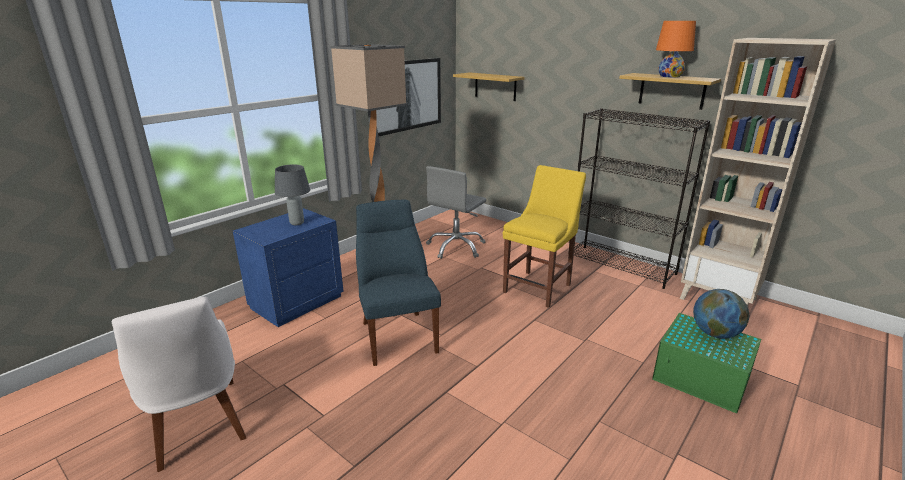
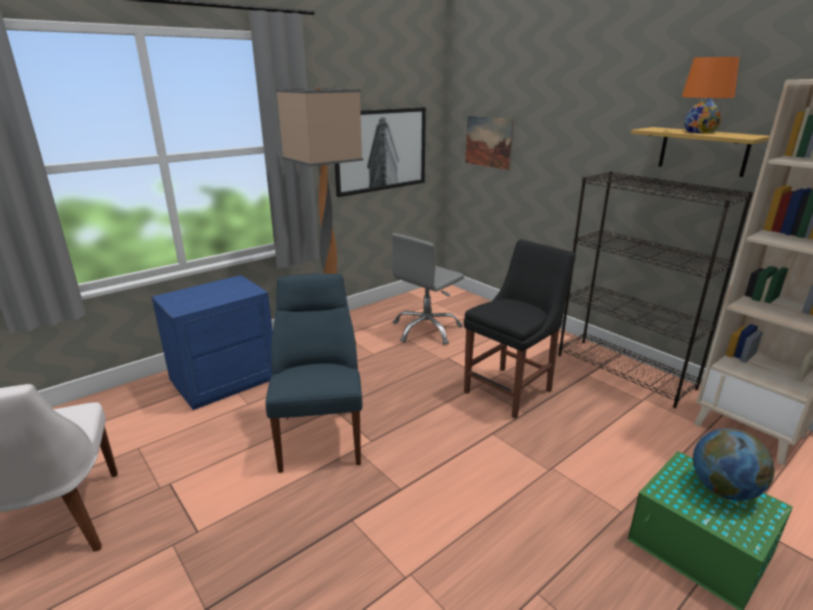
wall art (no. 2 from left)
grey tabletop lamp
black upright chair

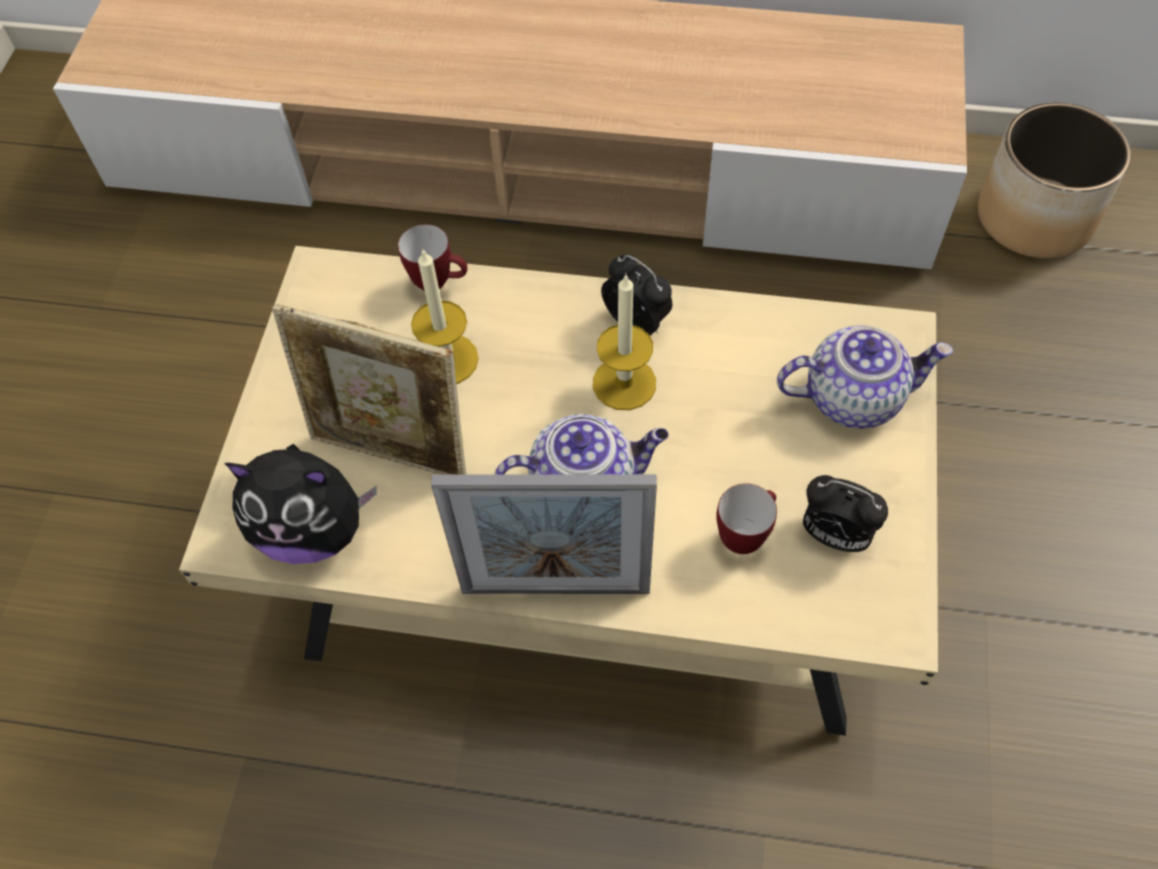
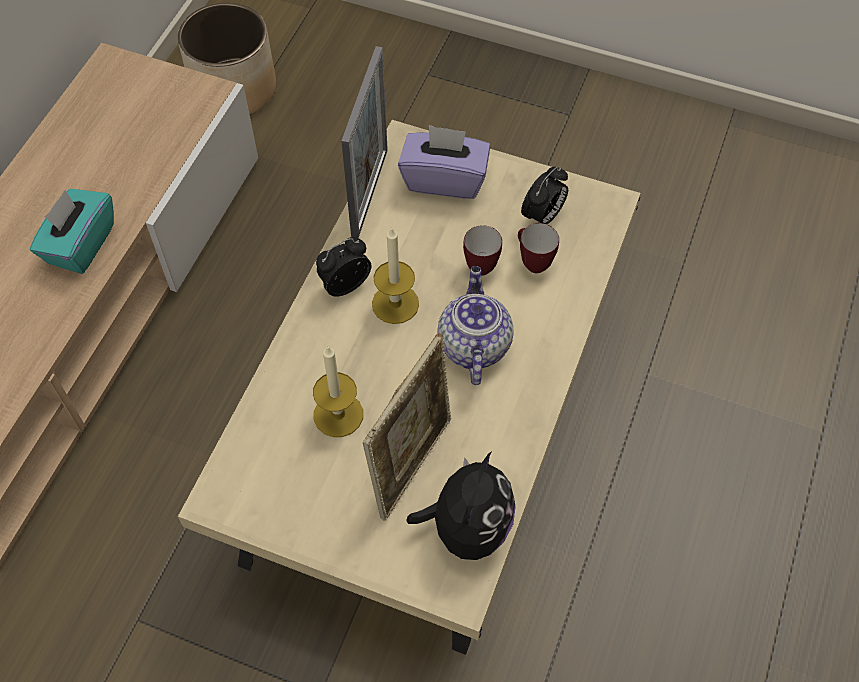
coffee mug (no. 1 from left)
purplish tissue holder
standing frame (no. 1 from left)
blue-green tissue holder

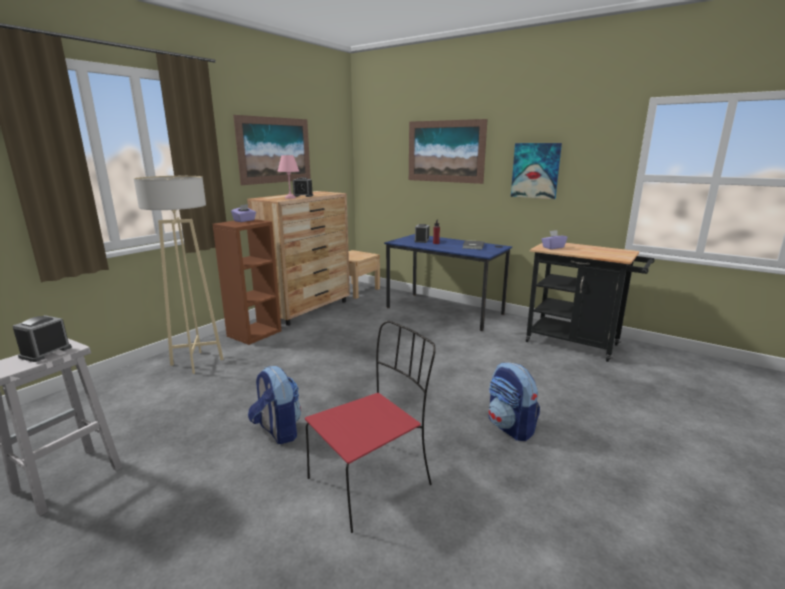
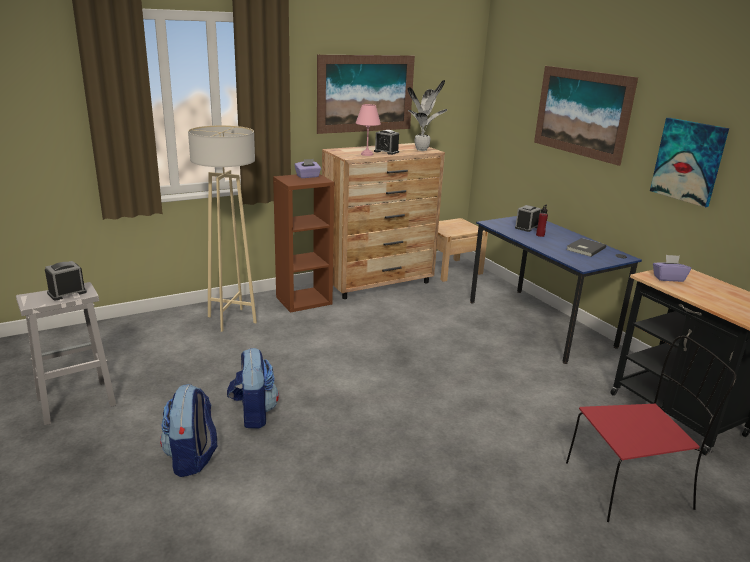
red-coloured upright chair
rucksack (no. 1 from left)
houseplant

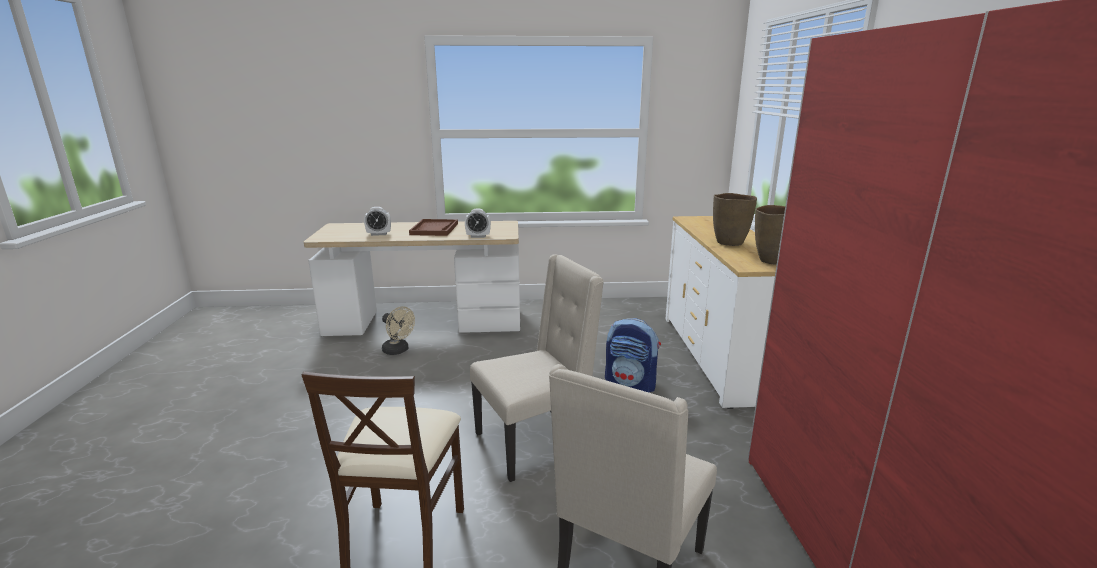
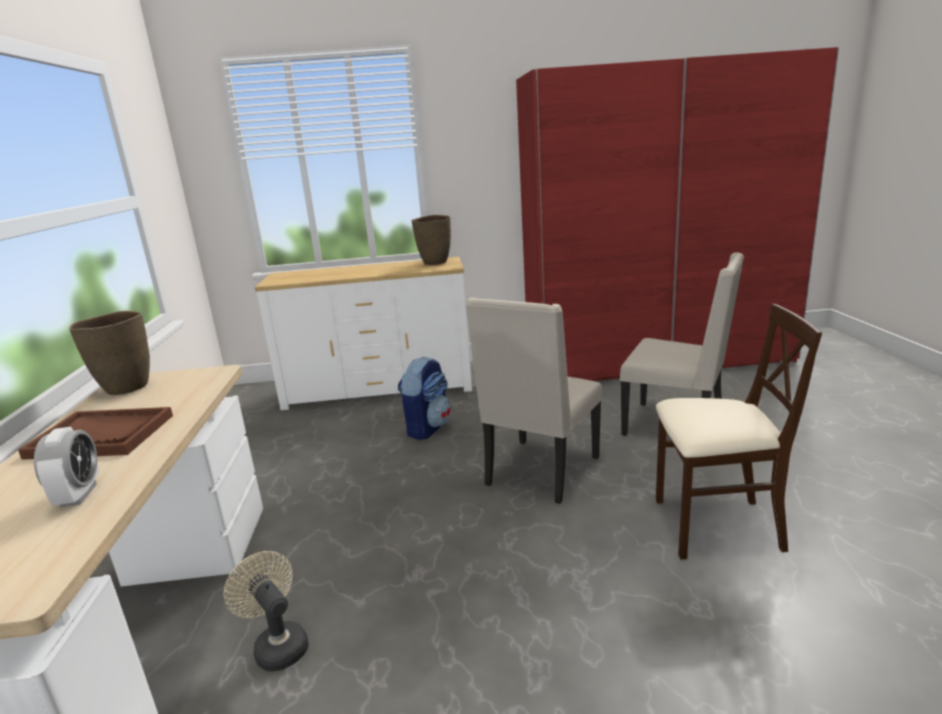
brownish flower vase (no. 1 from left)
bedside clock (no. 2 from left in the first image)
beige upright chair (no. 1 from left)
beige electric fan

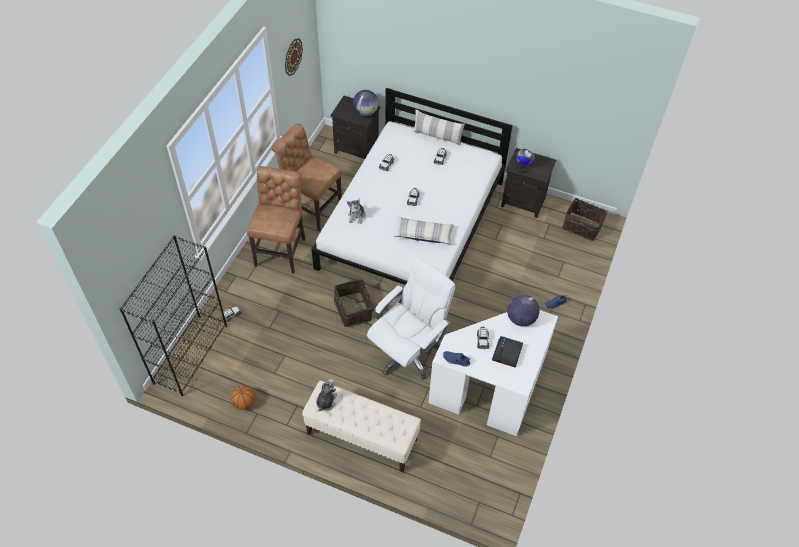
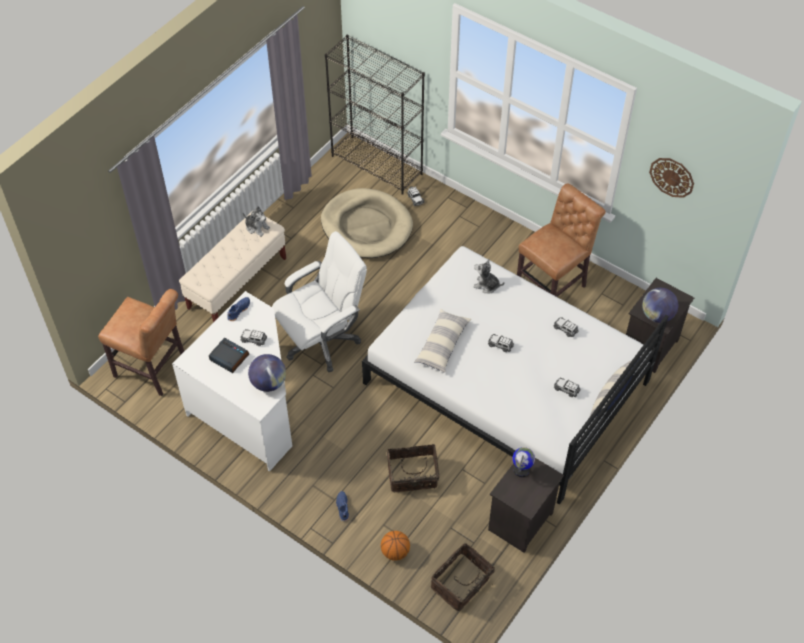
brownish upright chair (no. 1 from left)
white-coloured computer chair
basket (no. 1 from left)
basketball
beige dog bed

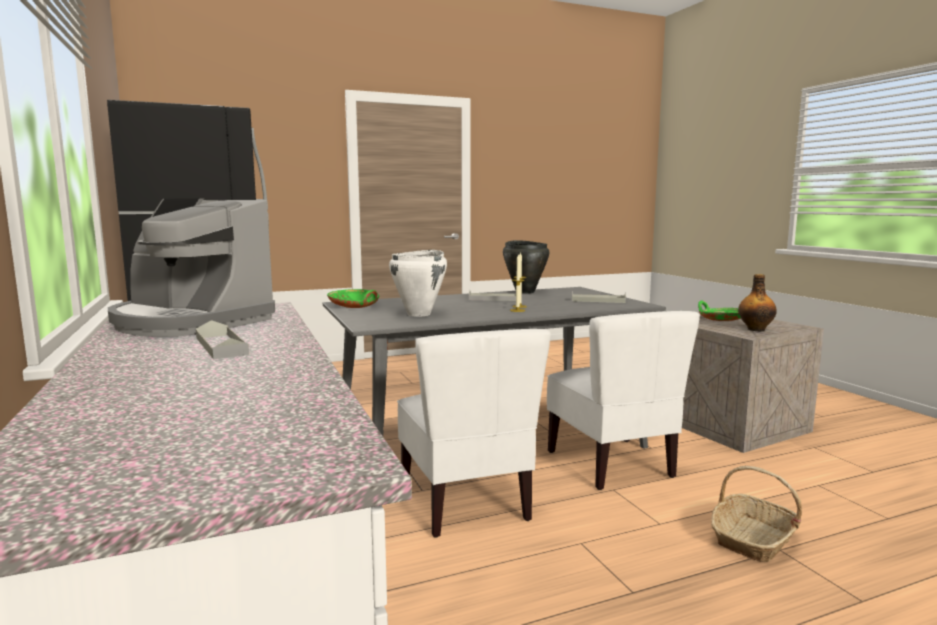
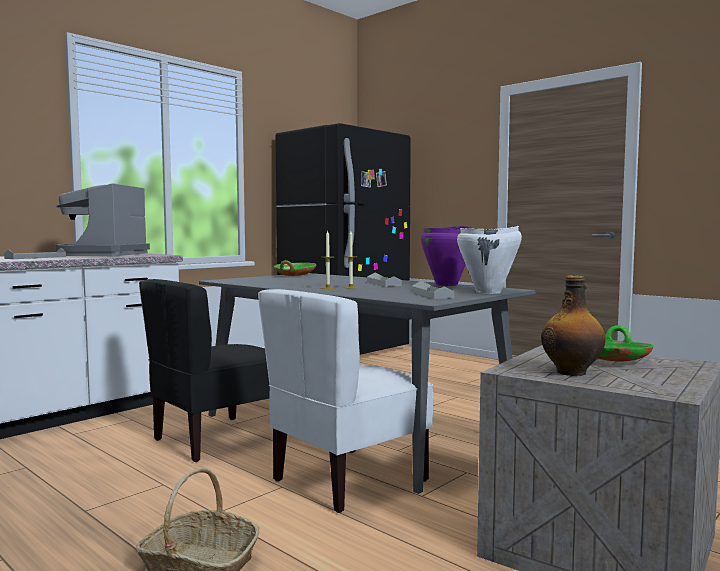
purplish saucepot
white-coloured saucepot
black upright chair

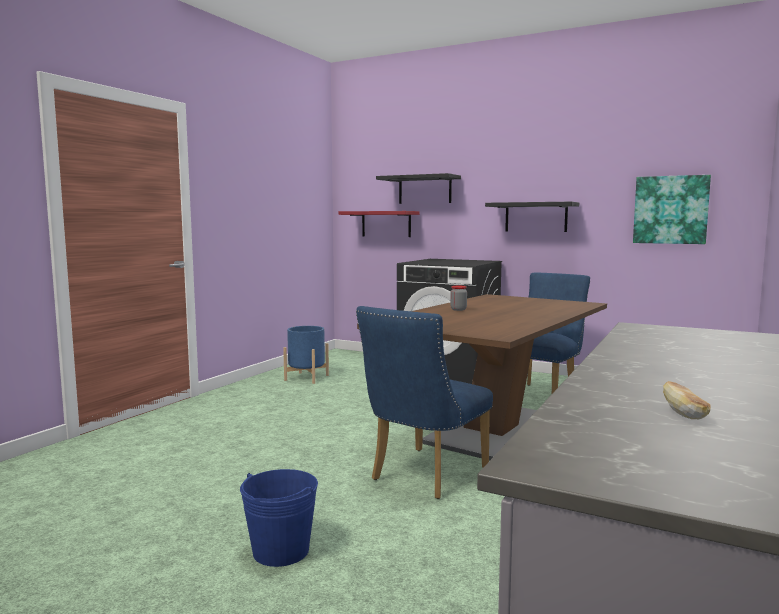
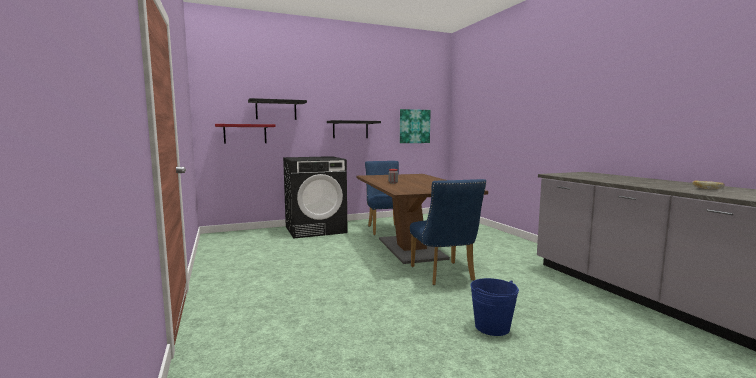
bluish planter

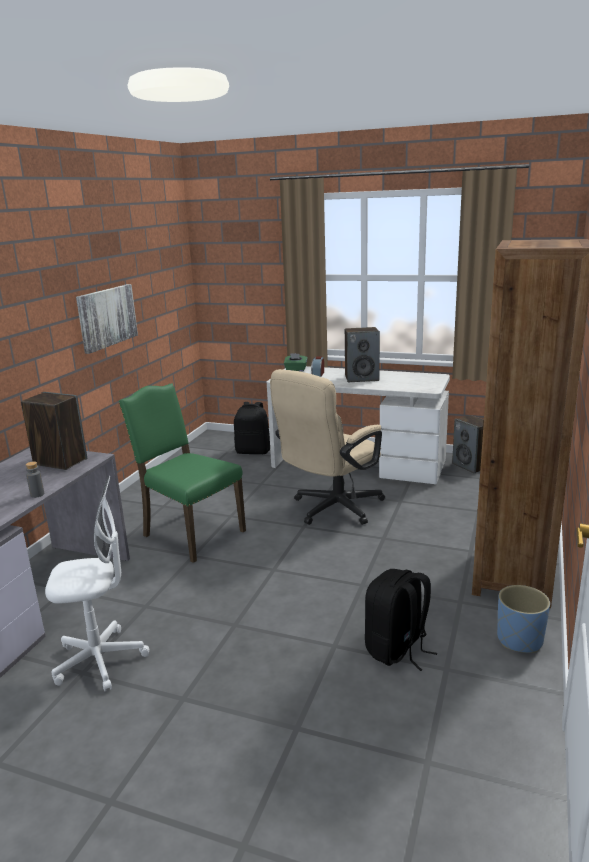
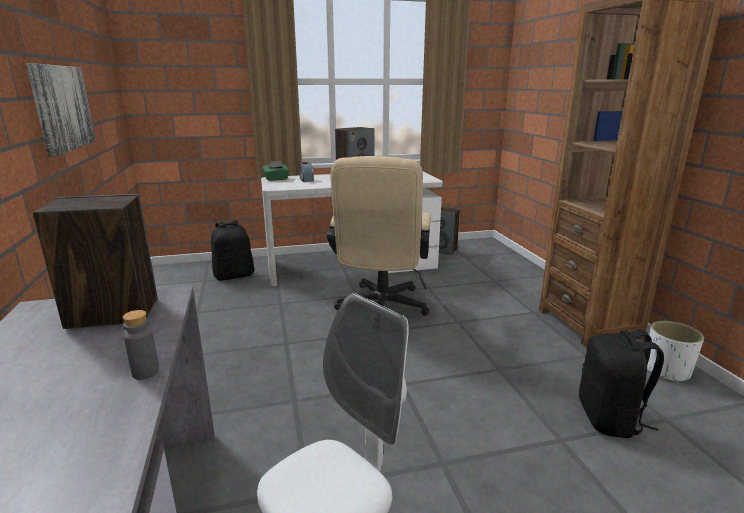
greenish upright chair
white-coloured planter

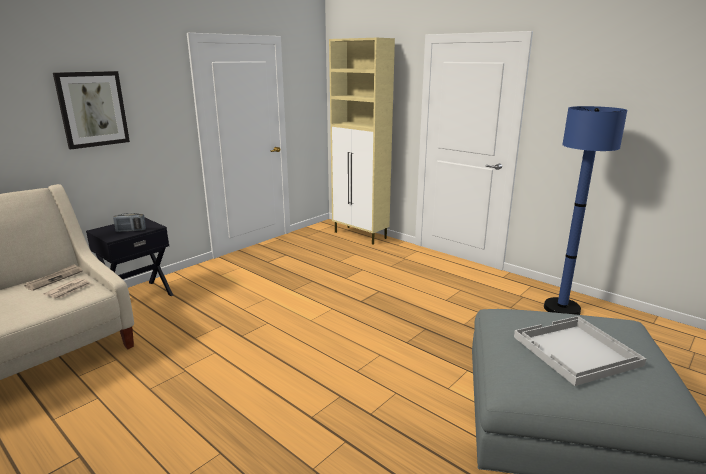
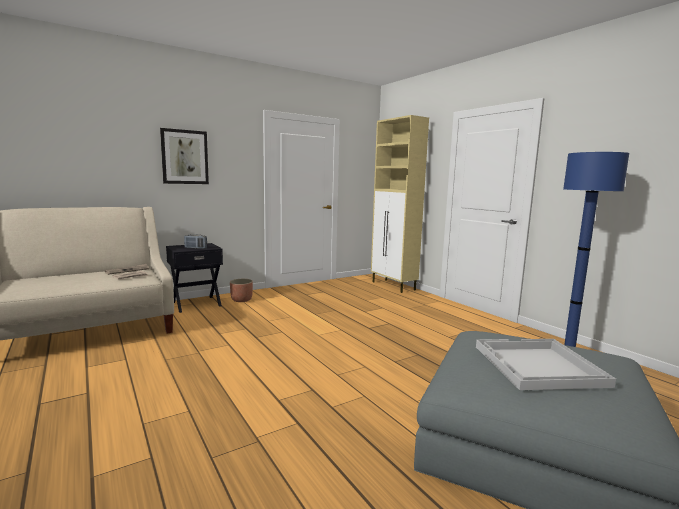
planter

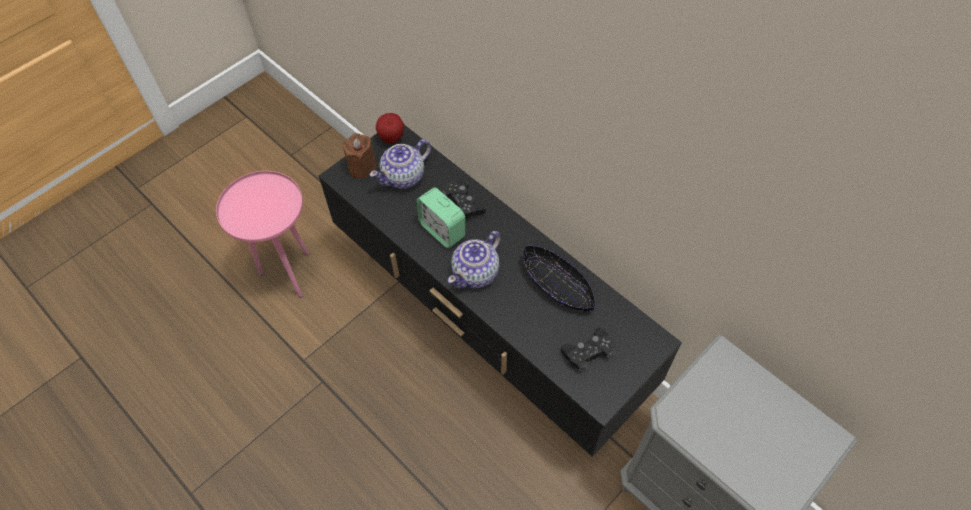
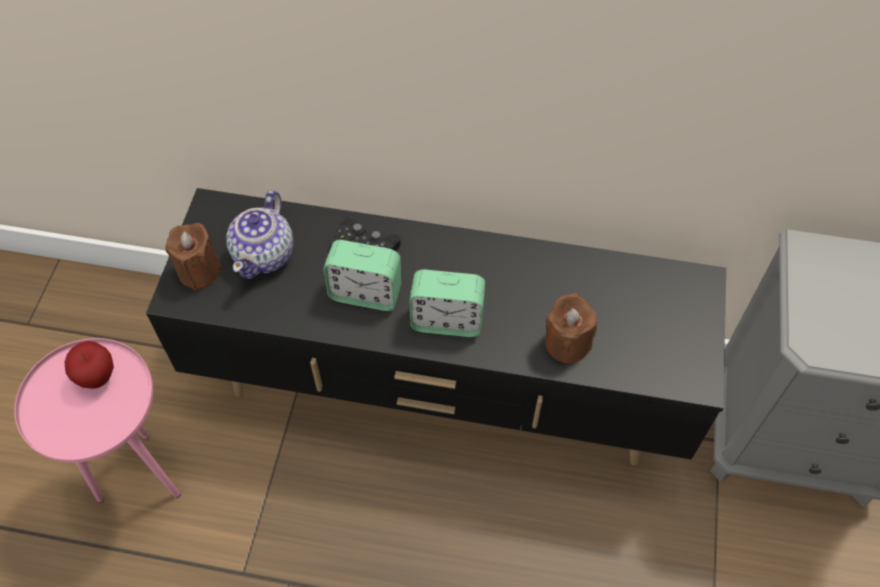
apple
bedside clock (no. 2 from left)
black serving bowl
black game controller (no. 2 from left in the first image)
brownish candle (no. 2 from left)

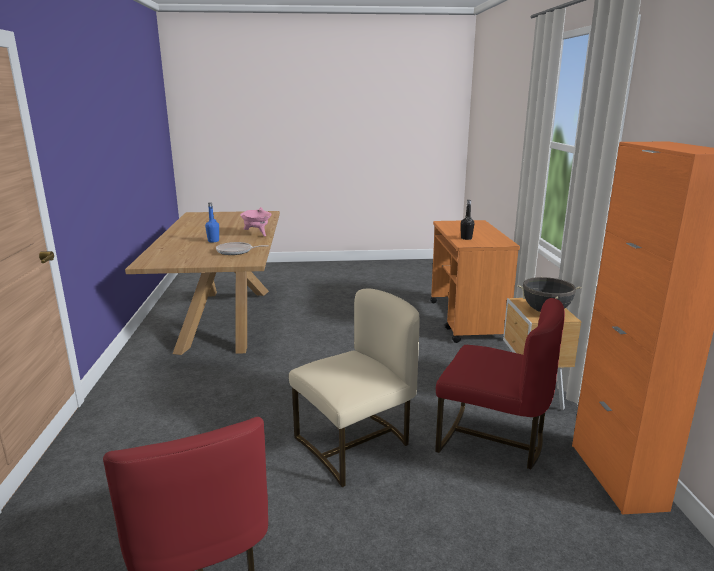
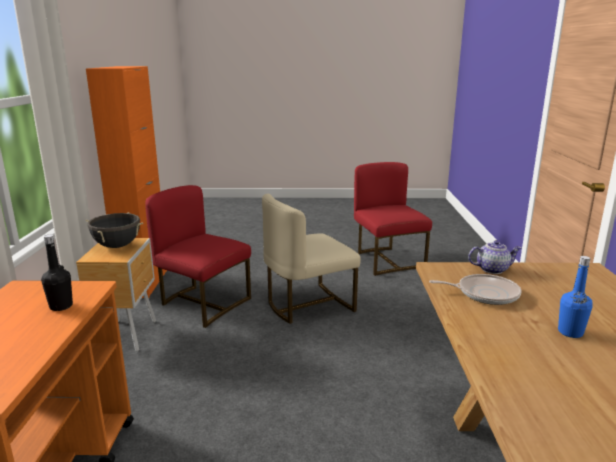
pink-coloured saucepot
pot for tea

